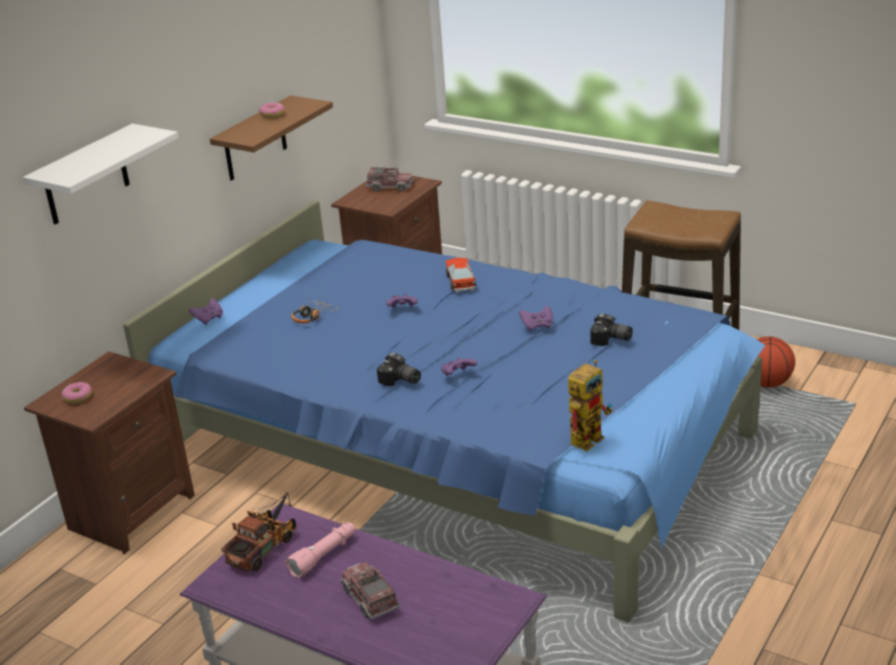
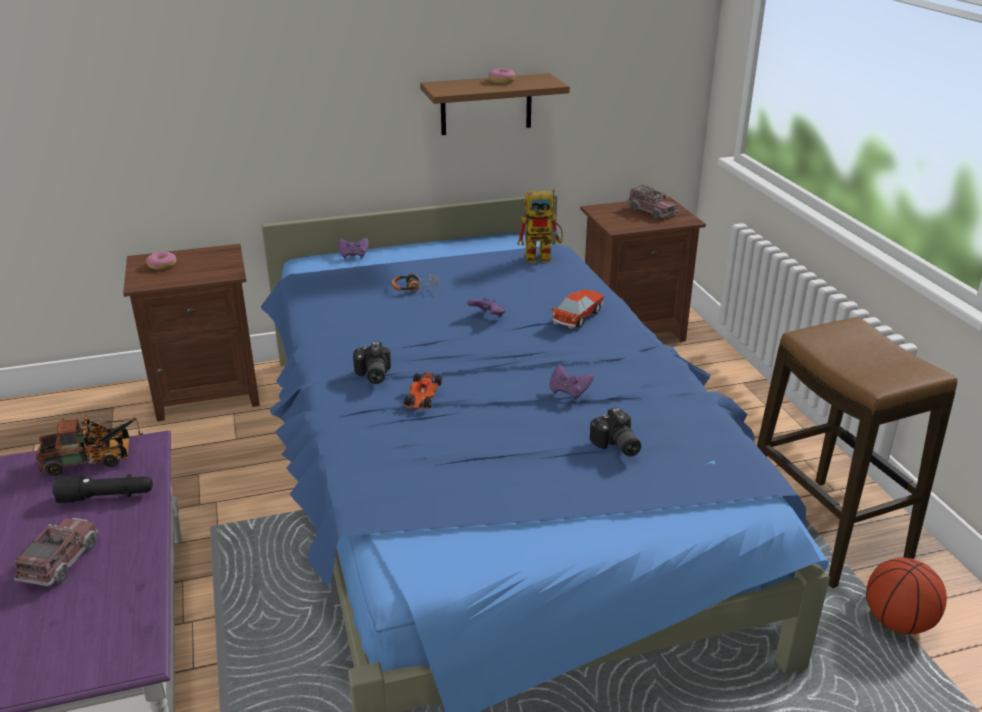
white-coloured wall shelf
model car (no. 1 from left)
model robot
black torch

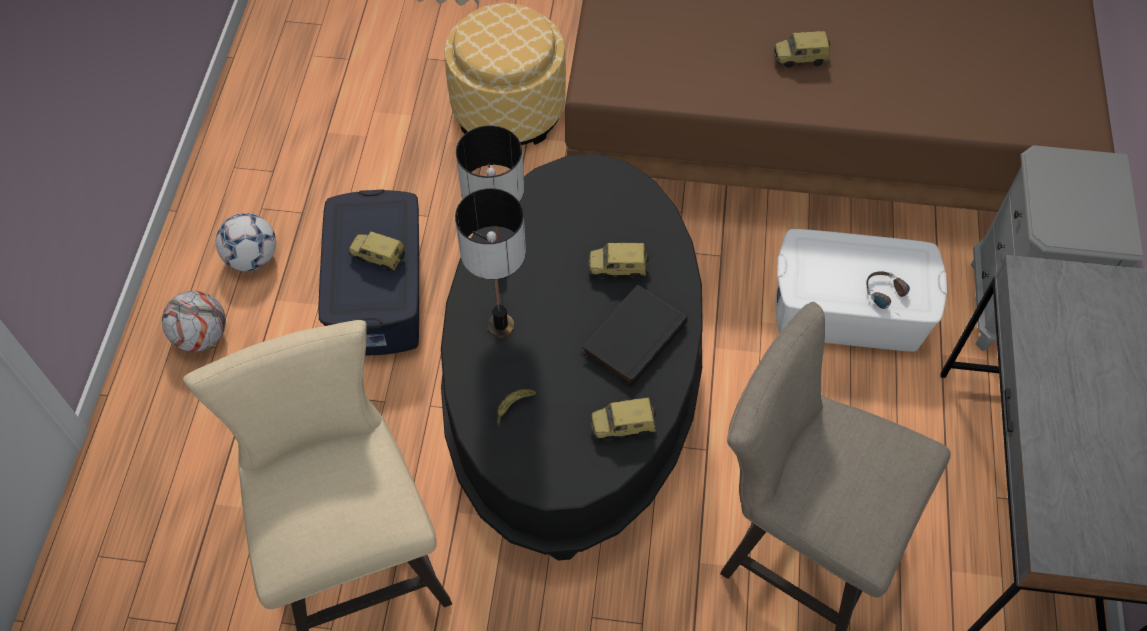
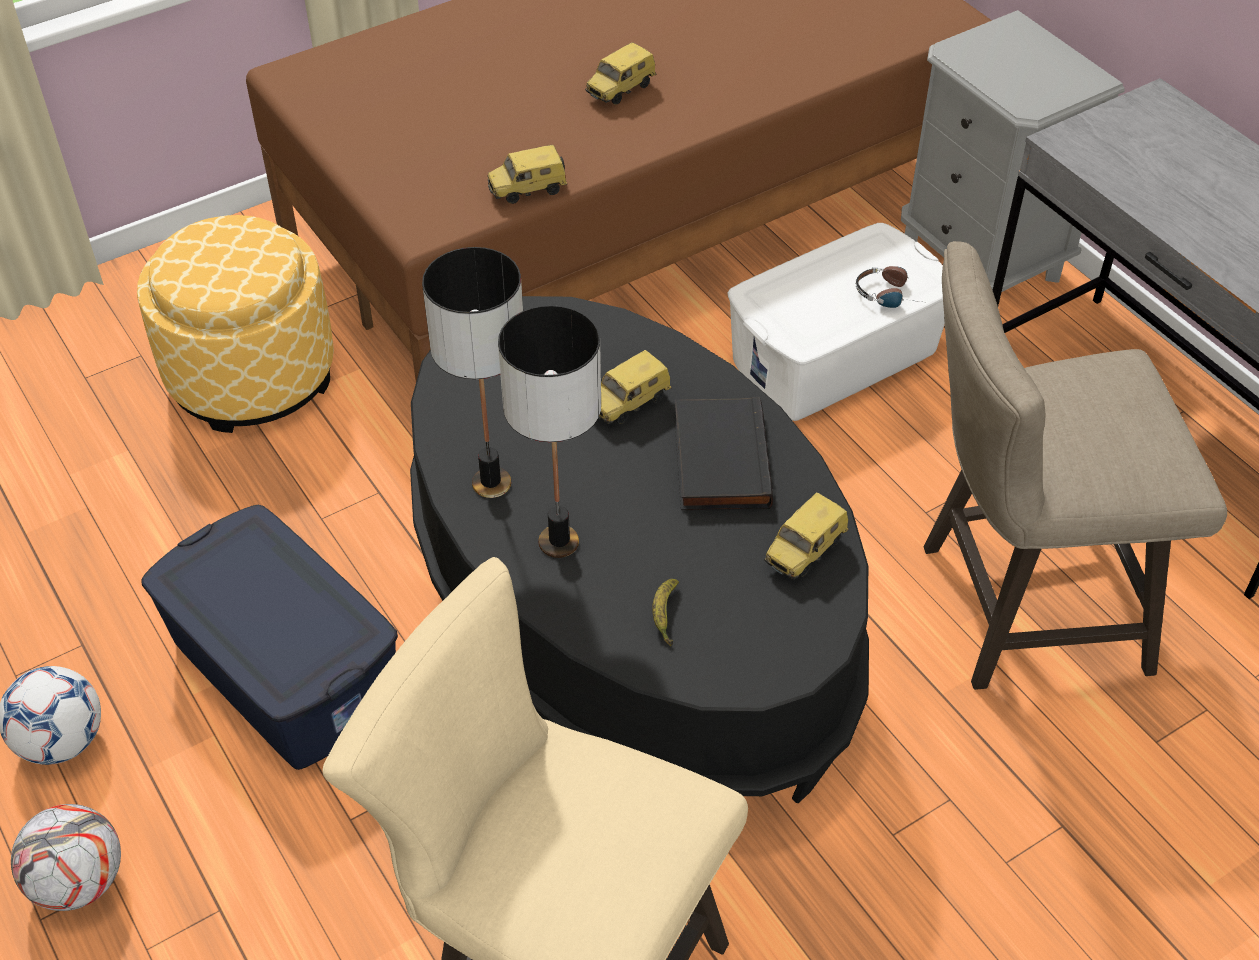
model car (no. 1 from left)

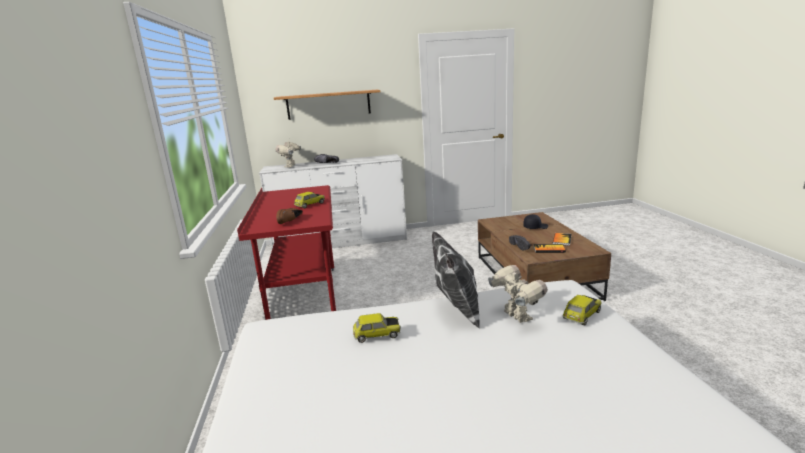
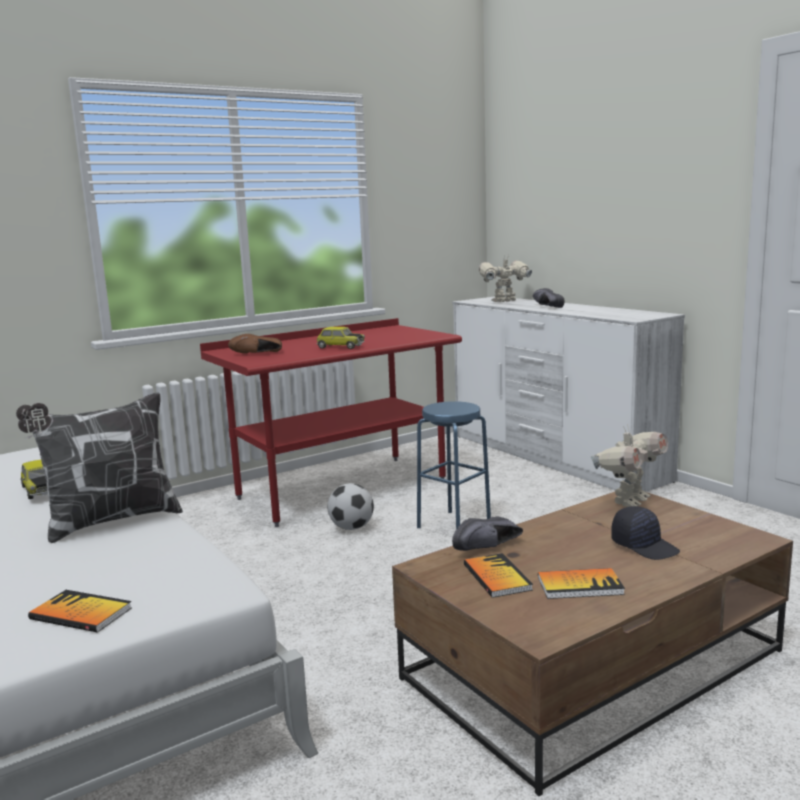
wall shelf
model robot (no. 2 from left)
volume (no. 1 from left)
bluish stool seat
football ball

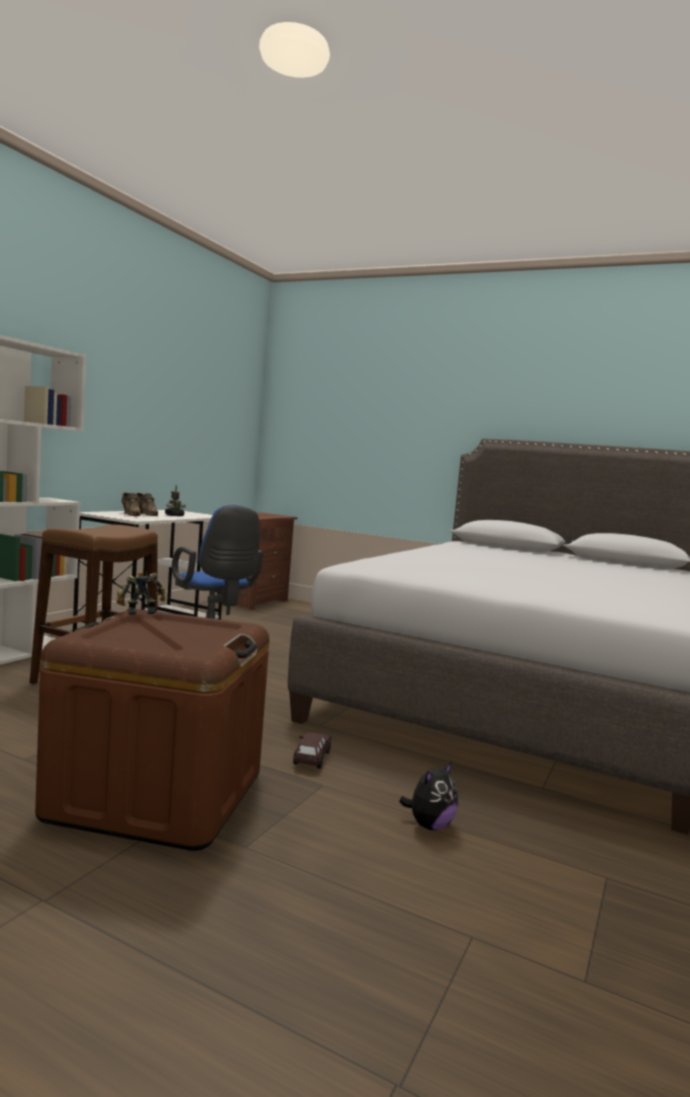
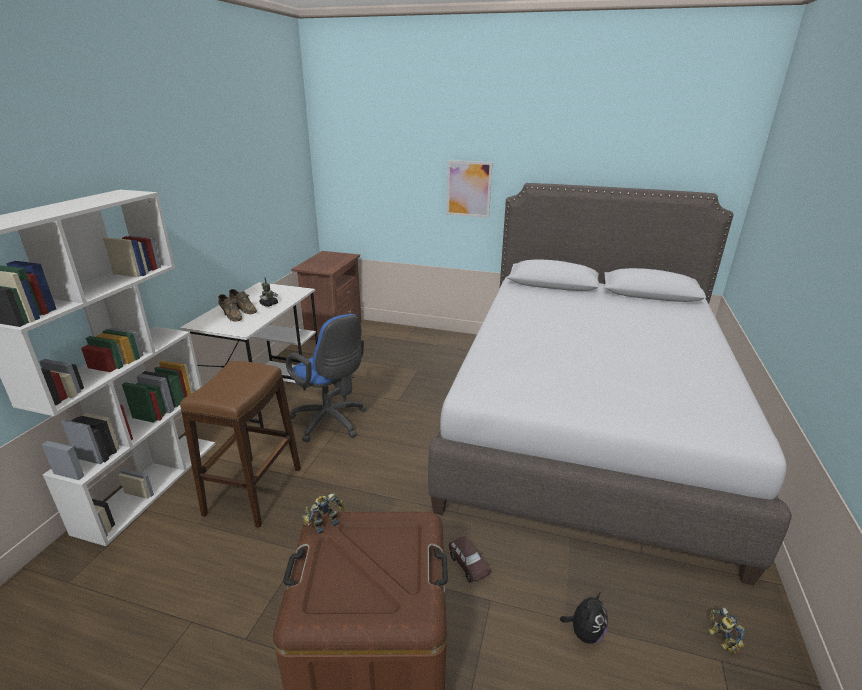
brownish model car
wall art
model robot (no. 3 from left)

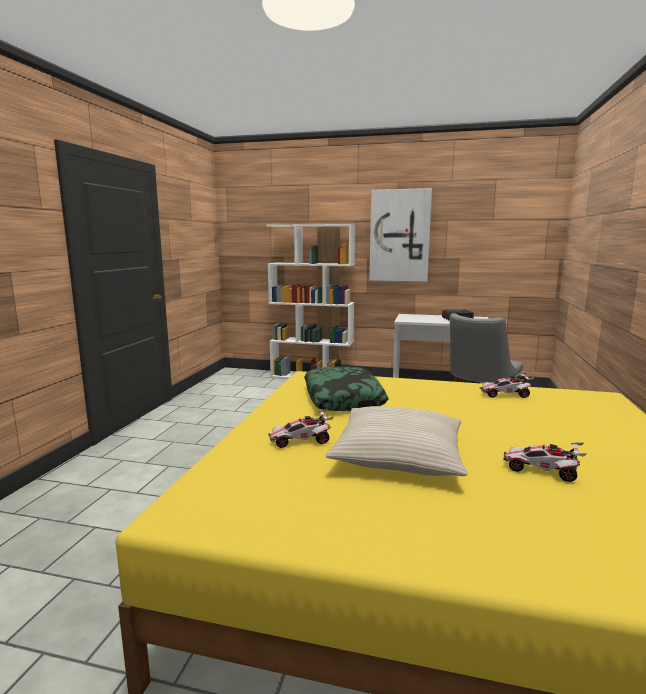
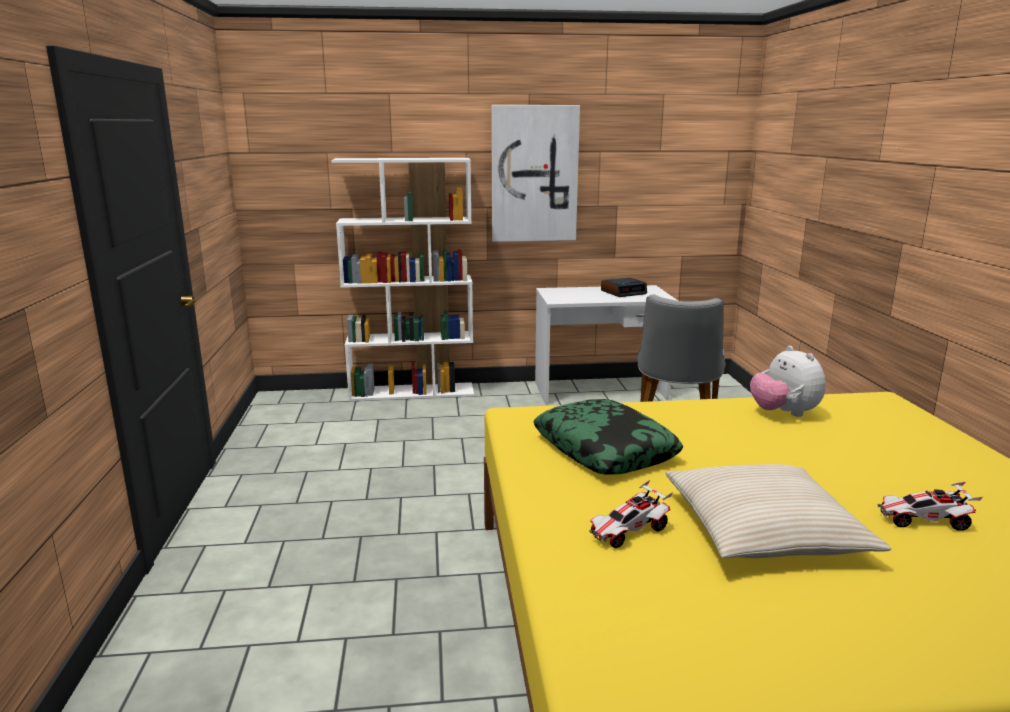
cuddly toy

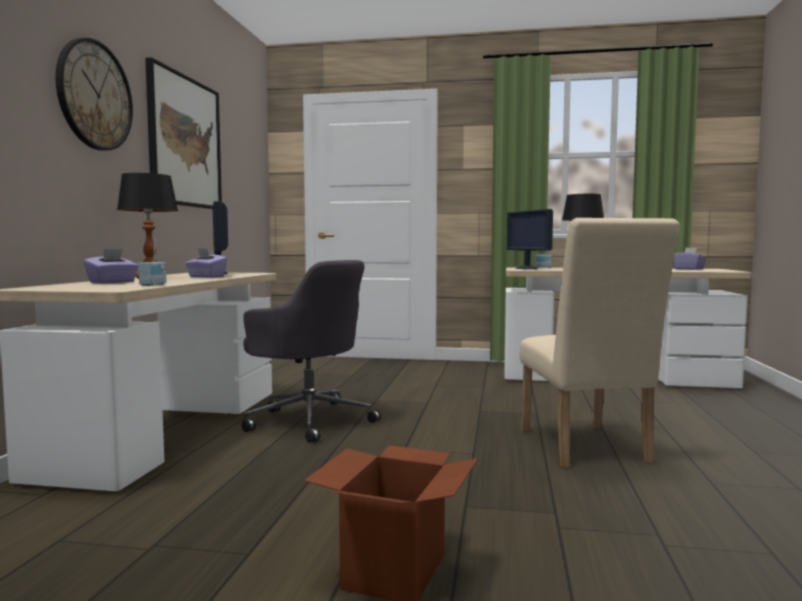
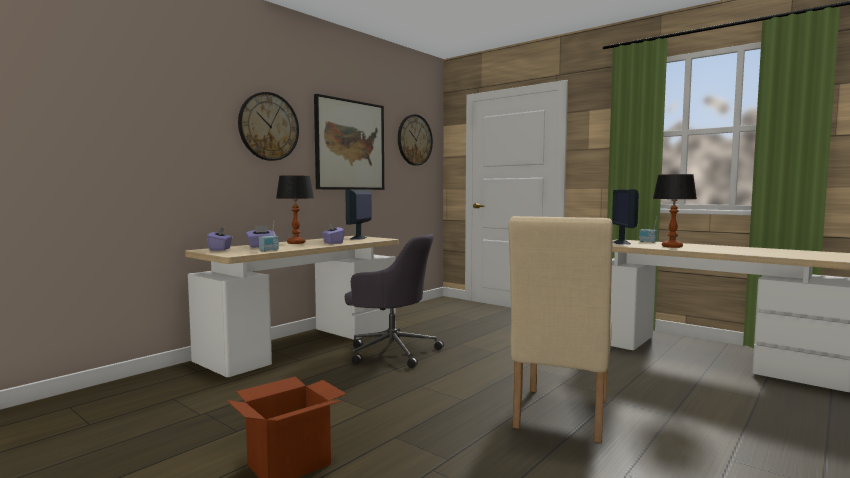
purplish tissue holder (no. 1 from left)
grey computer chair
clock on the wall (no. 2 from left)

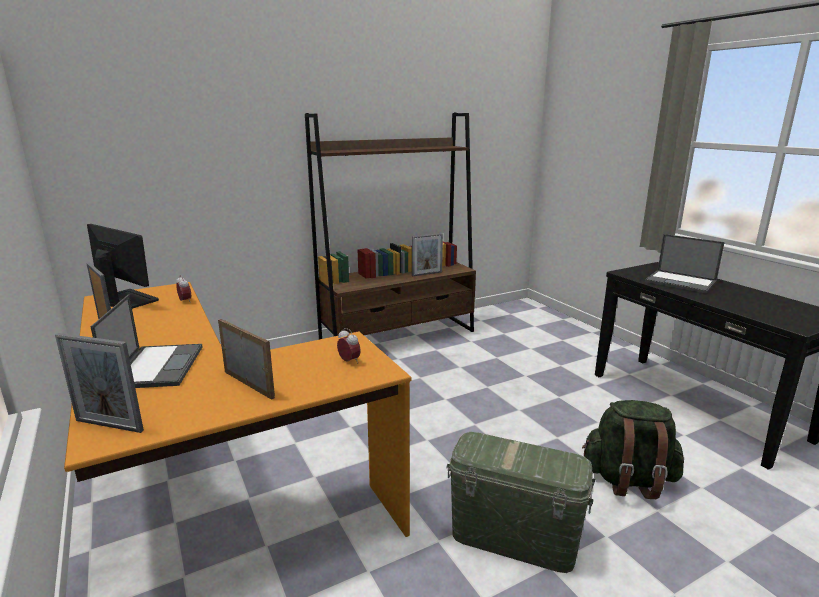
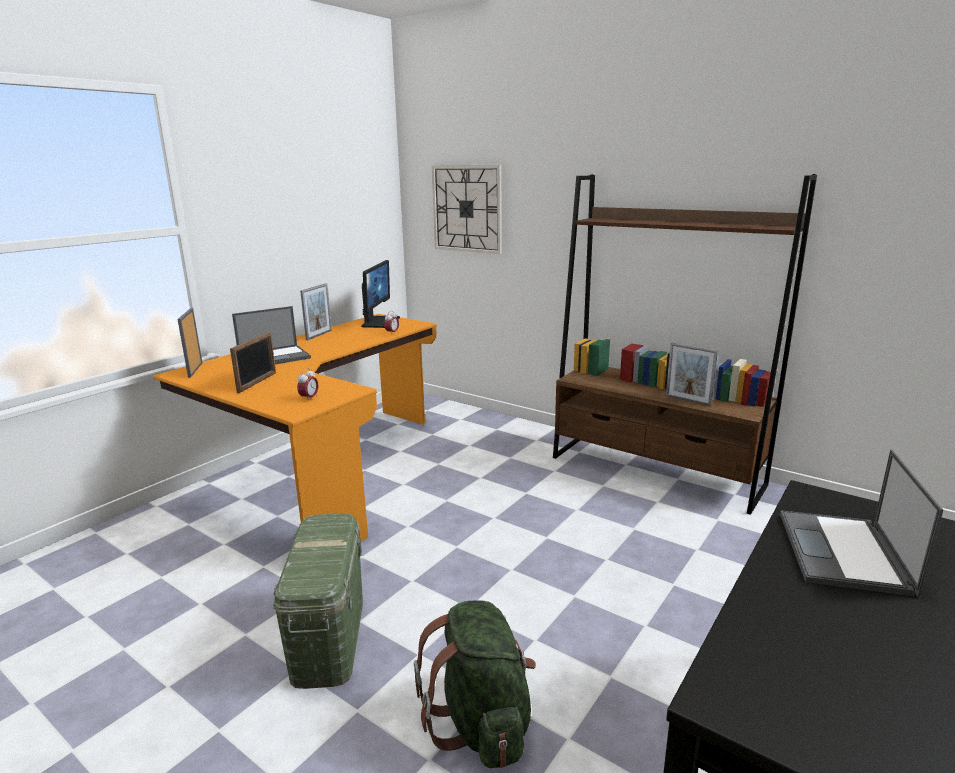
clock on the wall

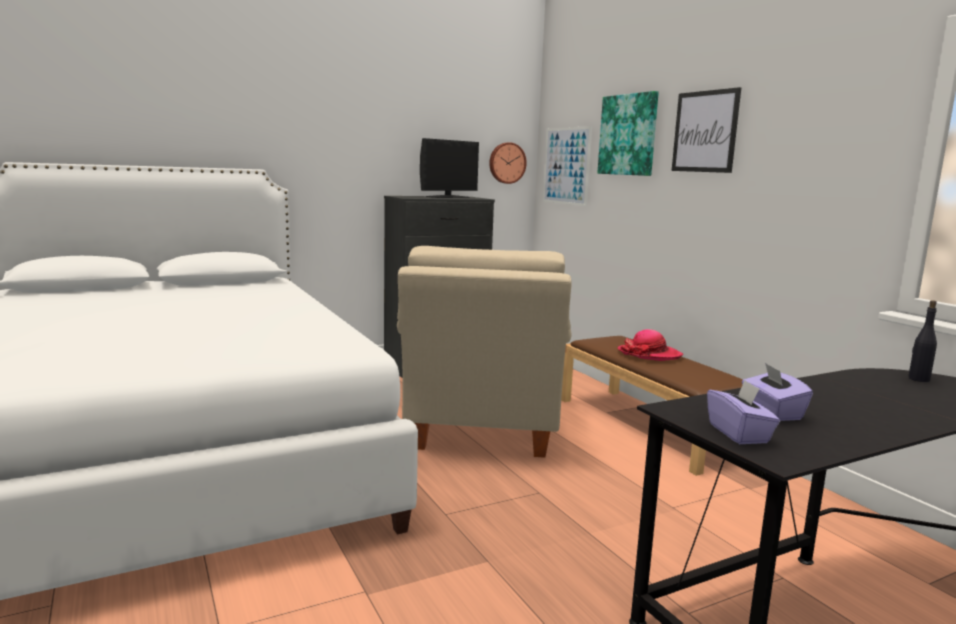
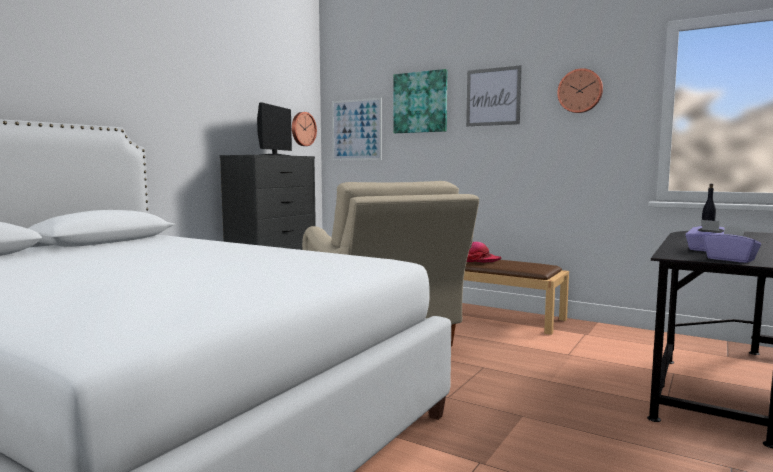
clock on the wall (no. 2 from left)

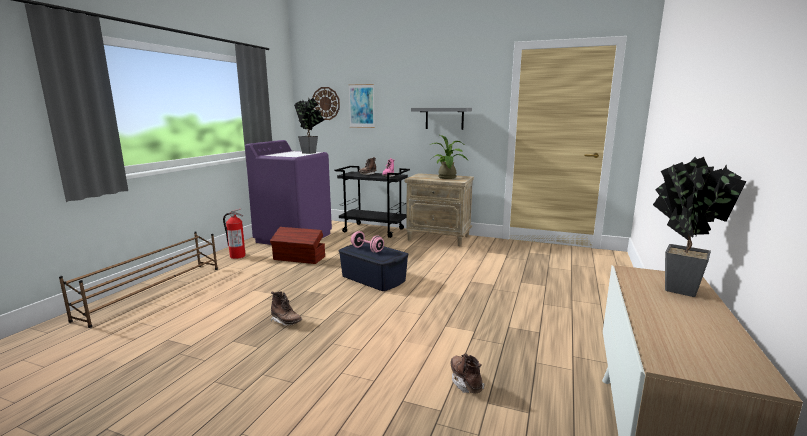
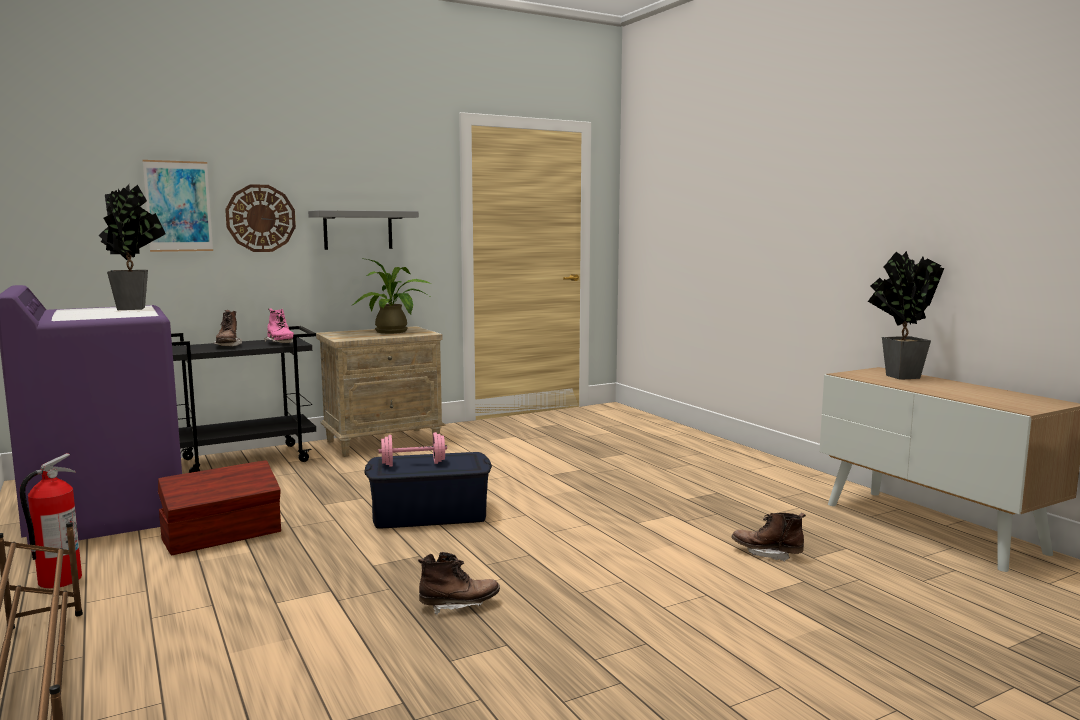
clock on the wall

